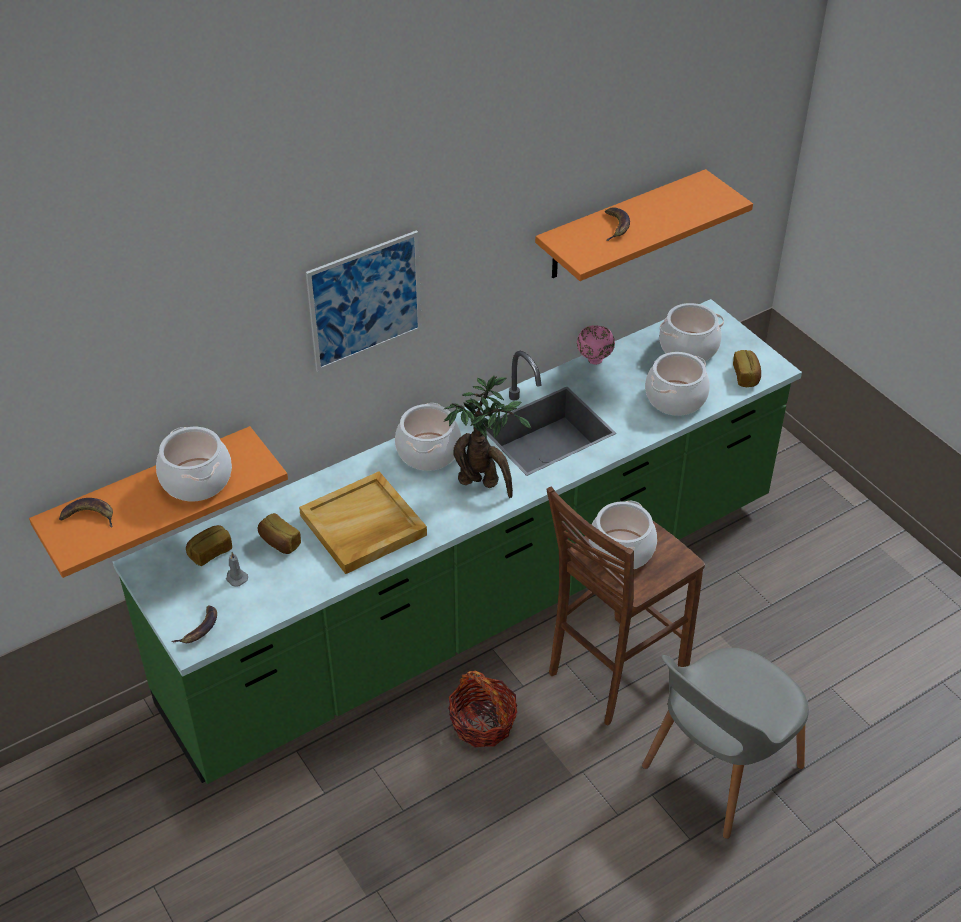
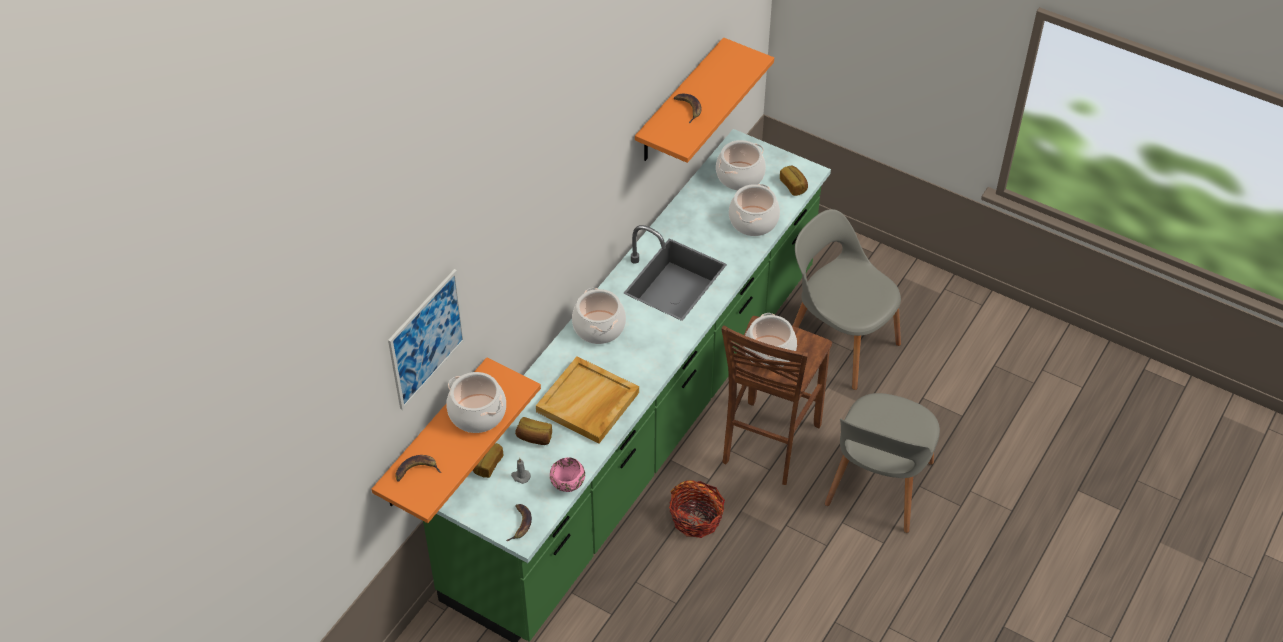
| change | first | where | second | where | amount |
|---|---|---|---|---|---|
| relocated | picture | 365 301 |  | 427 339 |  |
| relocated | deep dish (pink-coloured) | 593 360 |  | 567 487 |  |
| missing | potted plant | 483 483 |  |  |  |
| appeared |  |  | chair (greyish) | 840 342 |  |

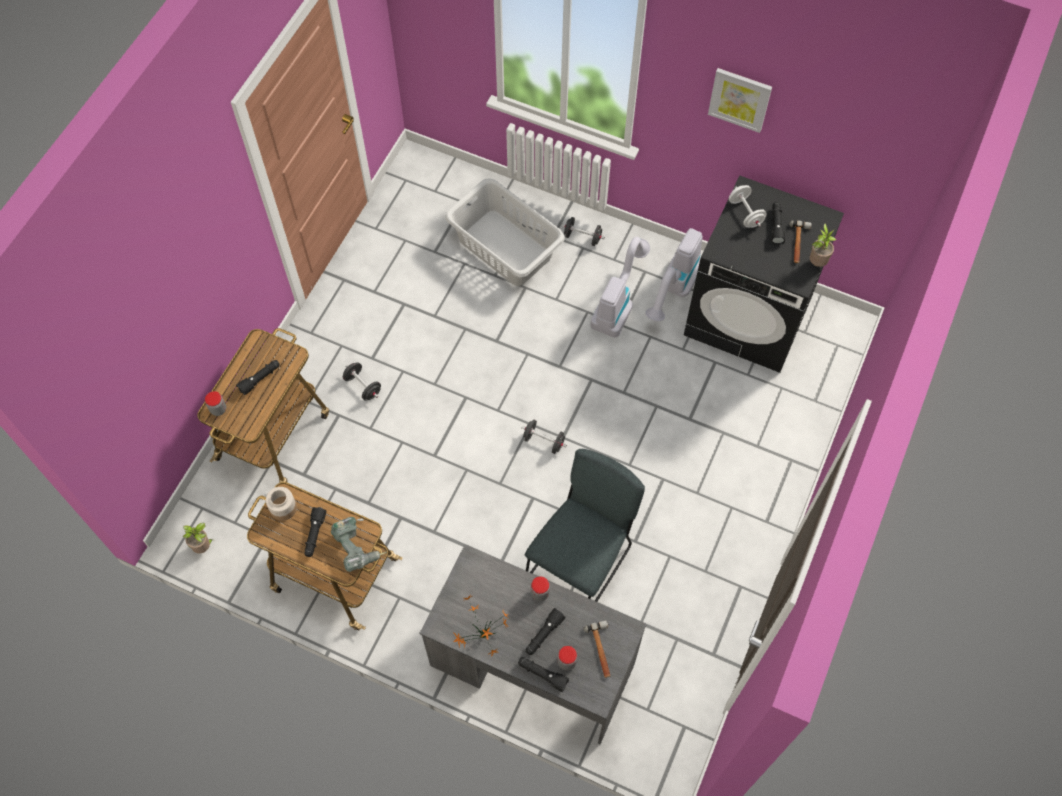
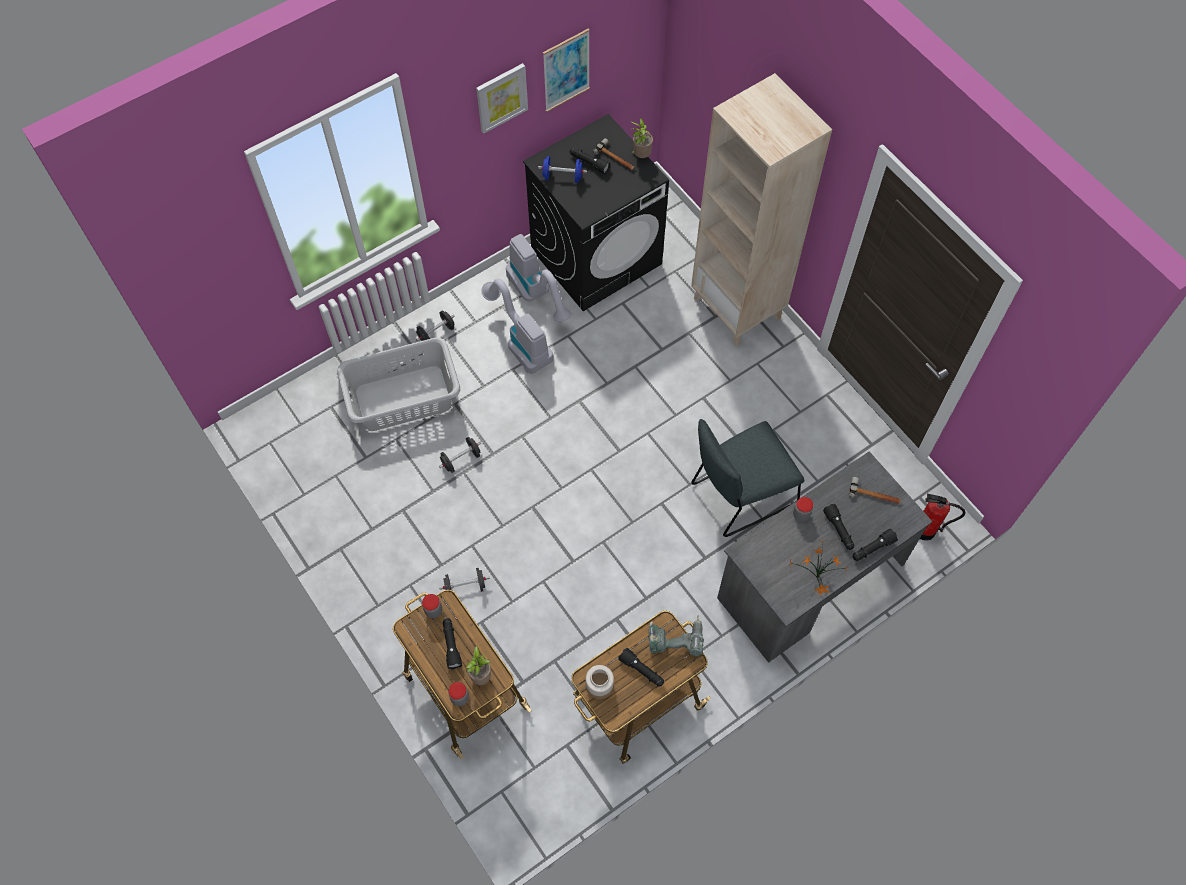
| change | first | where | second | where | amount |
|---|---|---|---|---|---|
| colour | hand weight (white-coloured) | 745 213 | hand weight (blue-coloured) | 562 177 |  |
| relocated | hand weight (black) | 543 441 |  | 461 459 |  |
| spun | chair (greyish) | 581 560 |  | 739 496 | 90 degrees counterclockwise |
| relocated | potted plant | 203 547 |  | 481 676 |  |
| relocated | storage jar | 567 662 |  | 433 610 |  |
| appeared |  |  | picture | 566 70 |  |
| appeared |  |  | bookcase (sand-coloured) | 738 308 |  |
| appeared |  |  | fire-fighting cylinder | 925 530 |  |

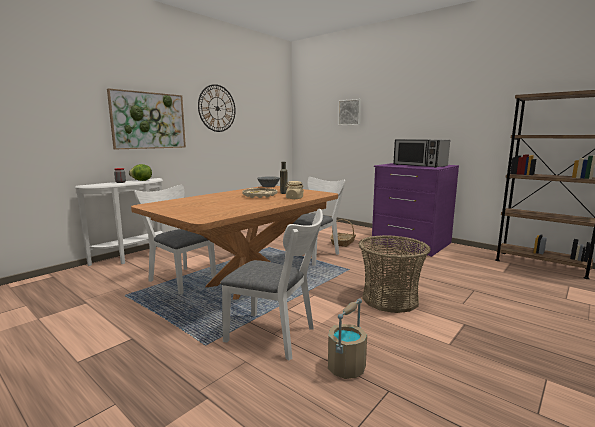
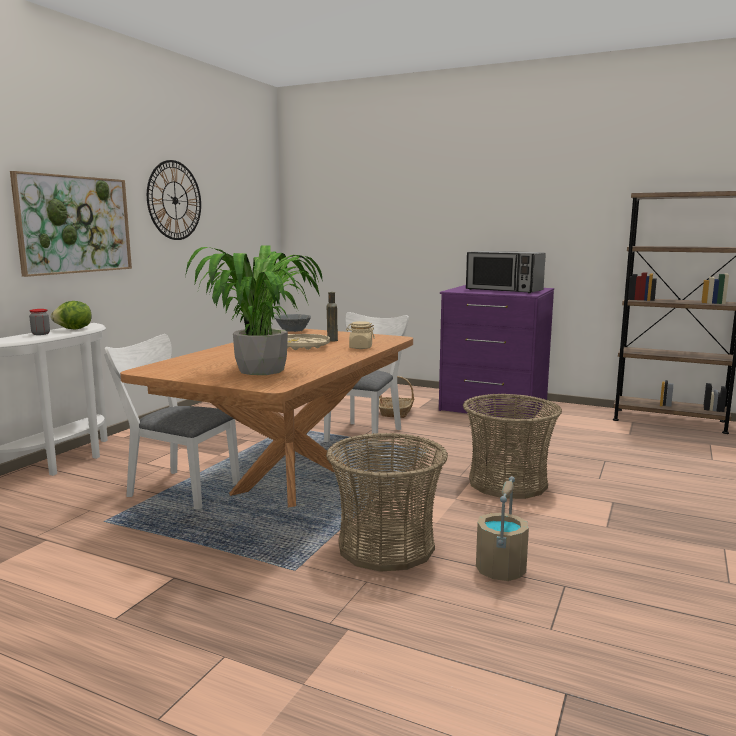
| change | first | where | second | where | amount |
|---|---|---|---|---|---|
| missing | picture | 350 112 |  |  |  |
| exchanged | chair (white-coloured) | 276 336 | basket | 386 546 |  |
| appeared |  |  | potted plant | 262 370 |  |

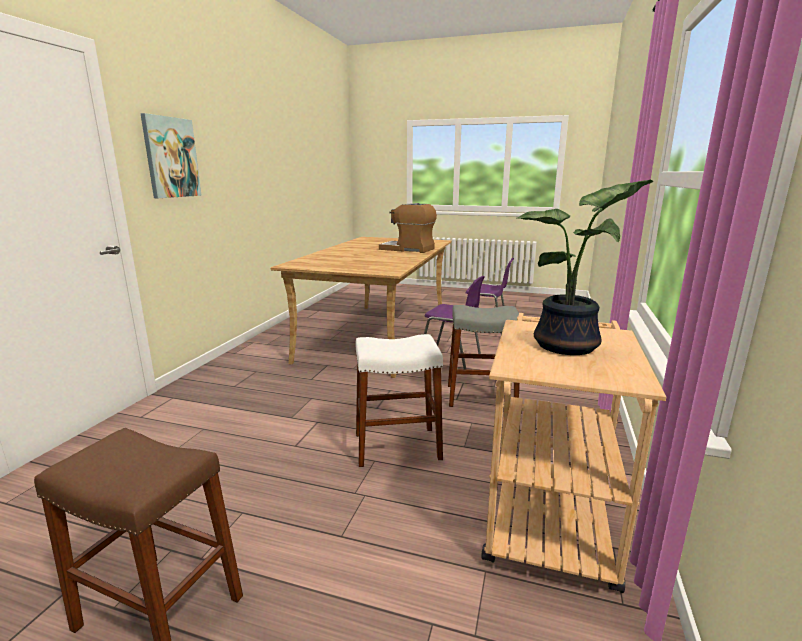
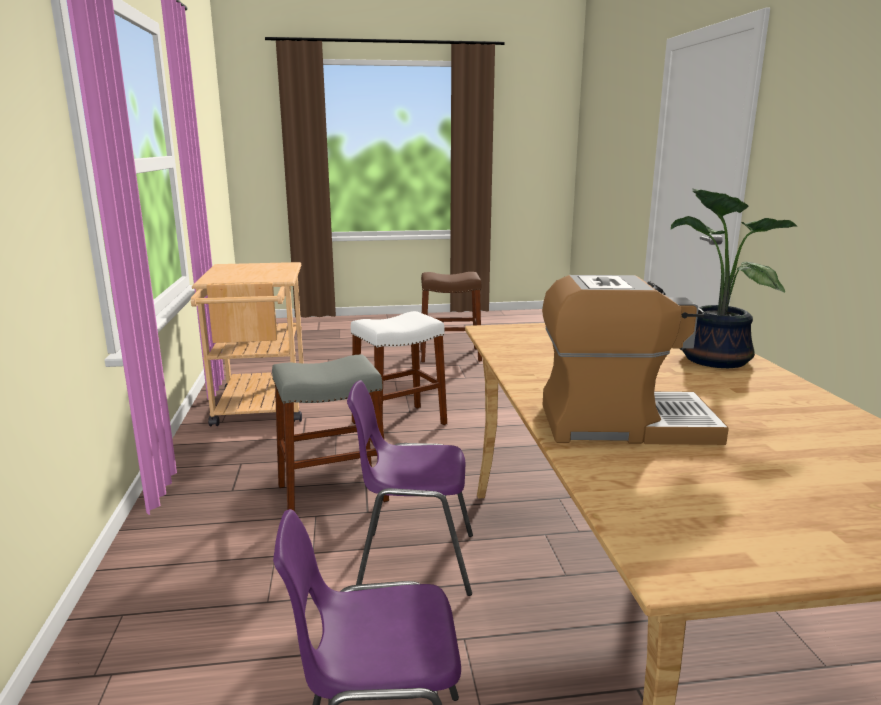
| change | first | where | second | where | amount |
|---|---|---|---|---|---|
| missing | picture | 171 157 |  |  |  |
| relocated | potted plant | 570 346 |  | 710 359 |  |

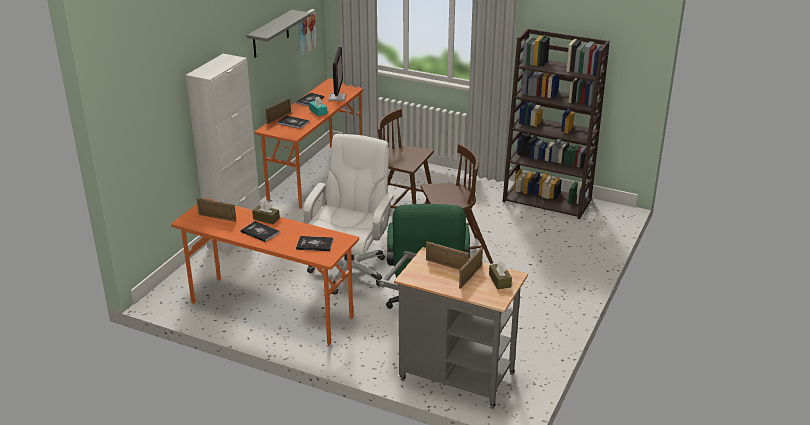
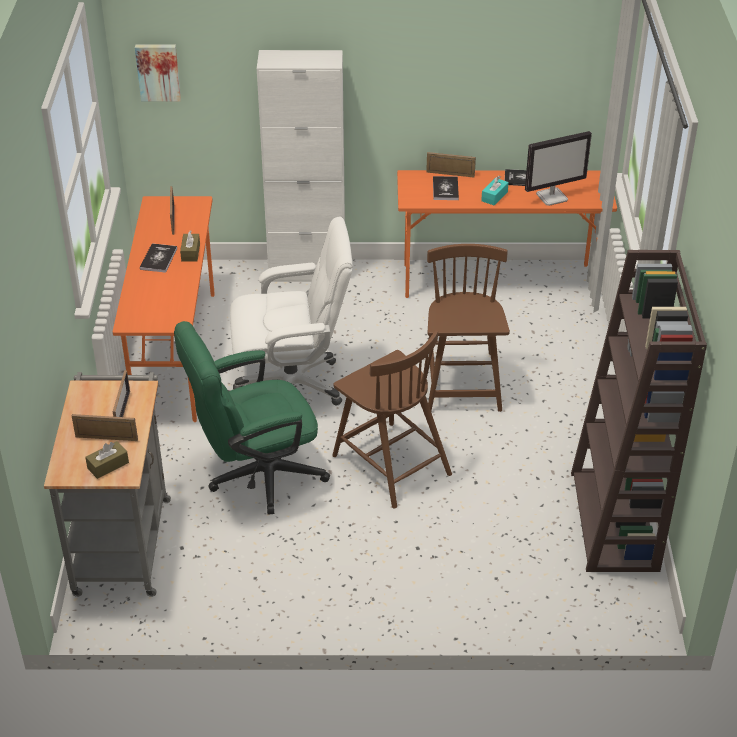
| change | first | where | second | where | amount |
|---|---|---|---|---|---|
| relocated | picture | 306 31 |  | 158 71 |  |
| missing | bracket shelf (greyish) | 270 34 |  |  |  |
| missing | book | 314 244 |  |  |  |

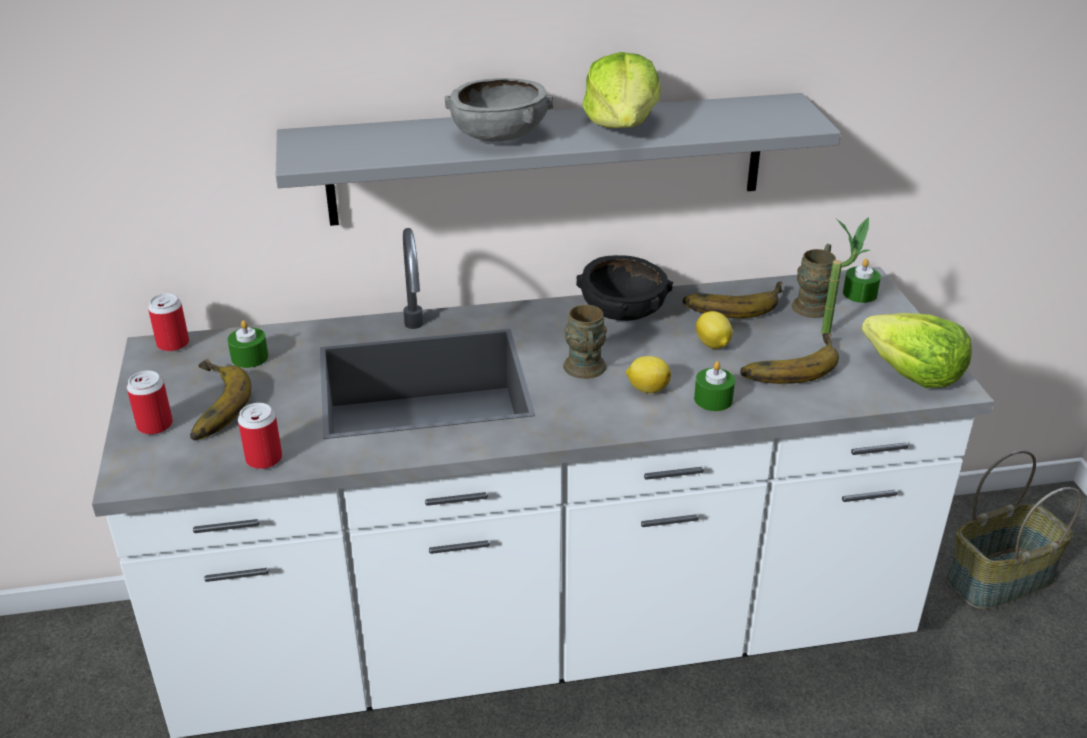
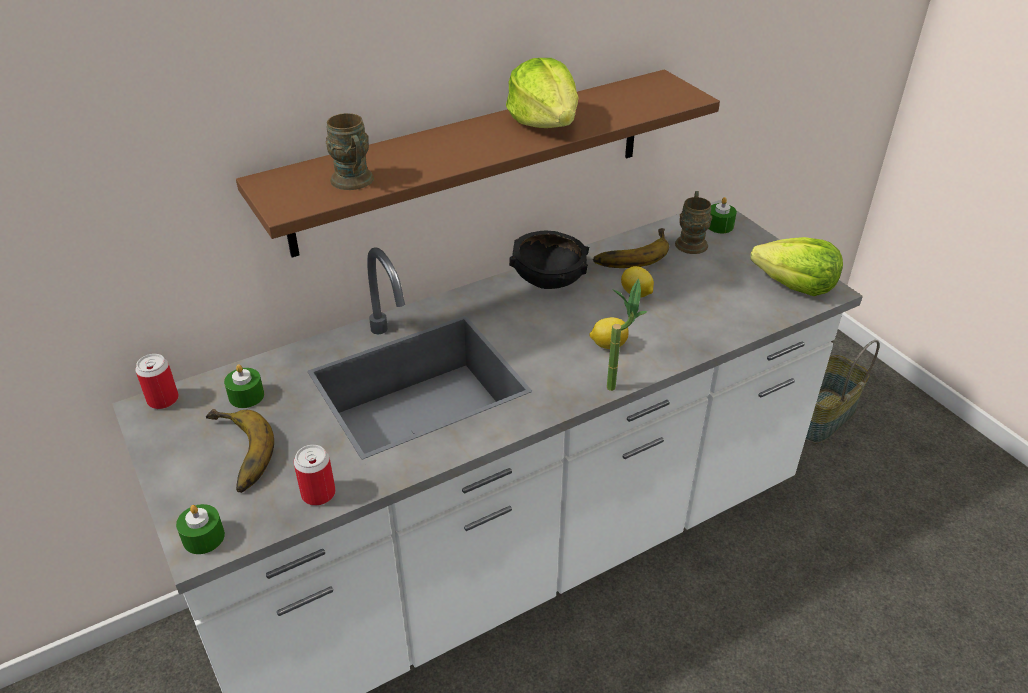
| change | first | where | second | where | amount |
|---|---|---|---|---|---|
| missing | deep dish (greyish) | 500 135 |  |  |  |
| colour | bracket shelf (greyish) | 548 159 | bracket shelf (brownish) | 473 161 |  |
| relocated | potted plant | 834 331 |  | 618 384 |  |
| relocated | coffee mug (brownish) | 585 371 |  | 354 183 |  |
| missing | whole banana | 787 364 |  |  |  |
| relocated | wax light (green) | 713 399 |  | 203 537 |  |
| missing | sealed can | 155 425 |  |  |  |

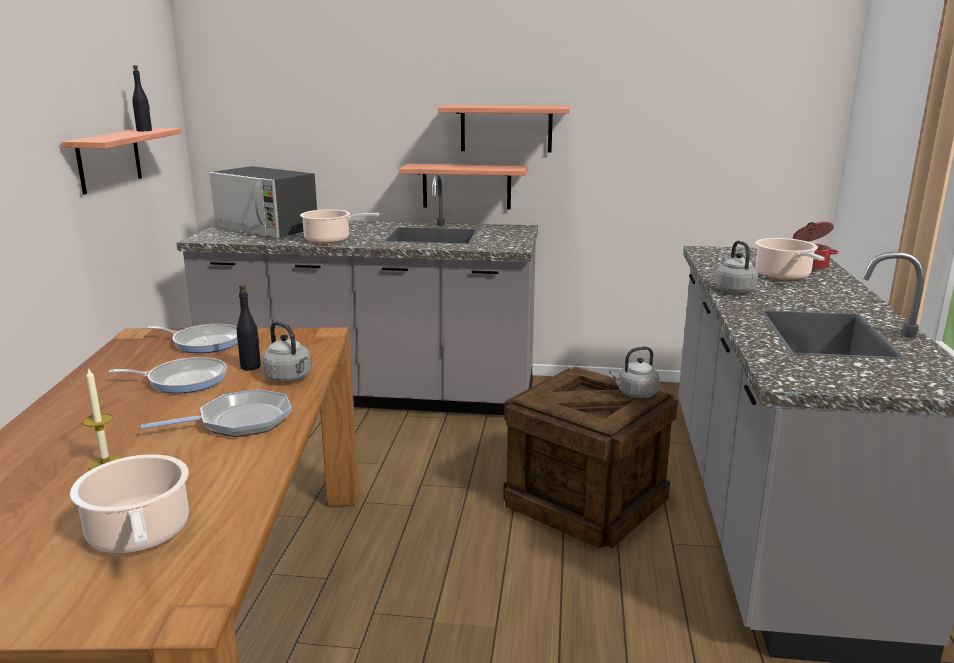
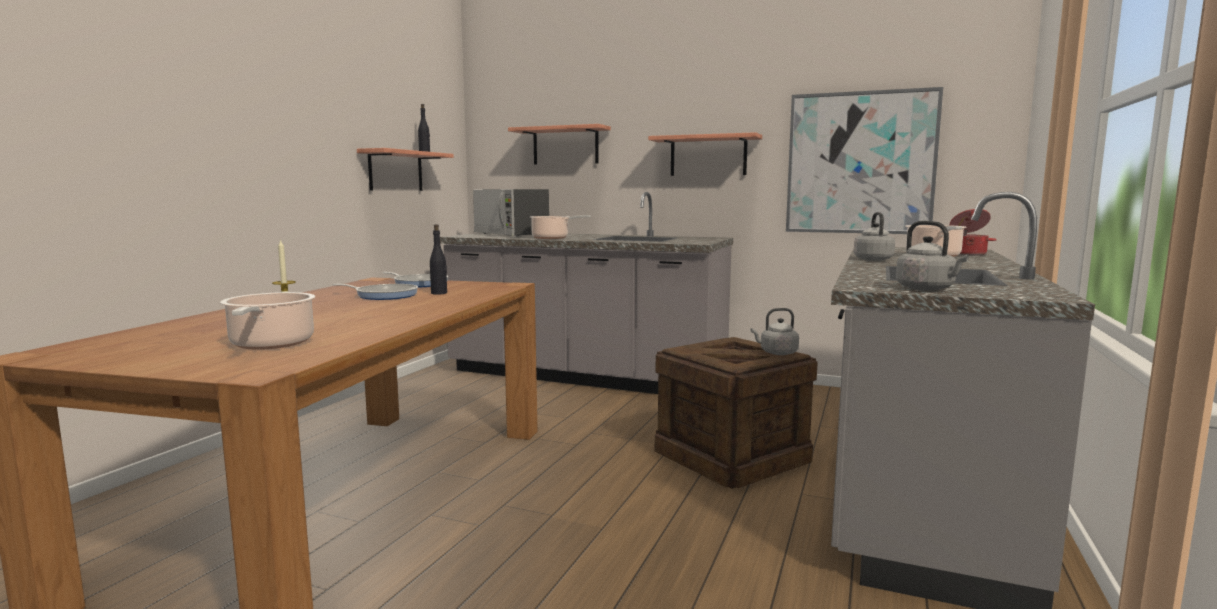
| change | first | where | second | where | amount |
|---|---|---|---|---|---|
| relocated | bracket shelf | 466 186 |  | 565 146 |  |
| relocated | water kettle (greyish) | 290 378 |  | 927 289 |  |
| missing | skillet | 240 421 |  |  |  |
| appeared |  |  | picture | 860 163 |  |

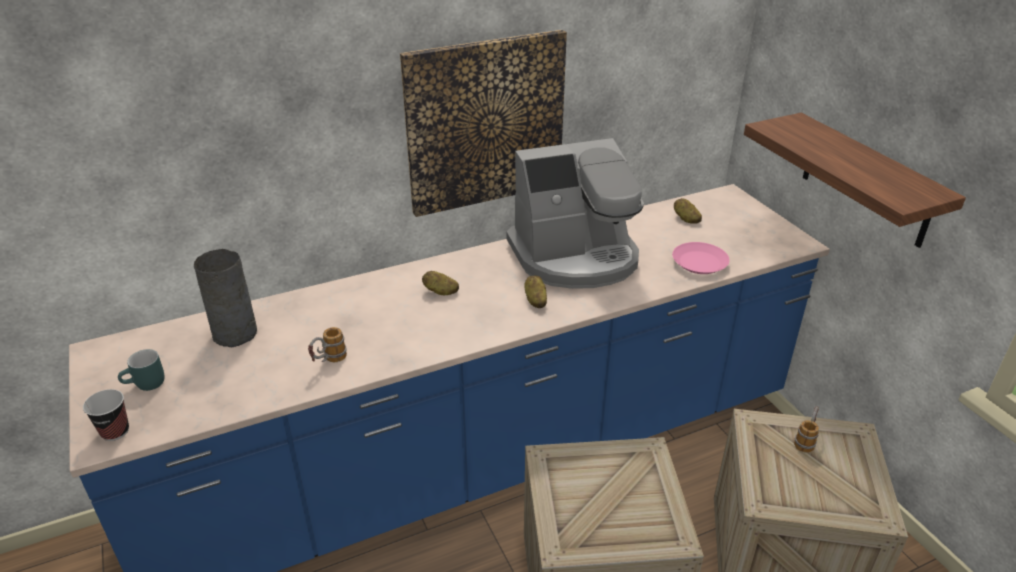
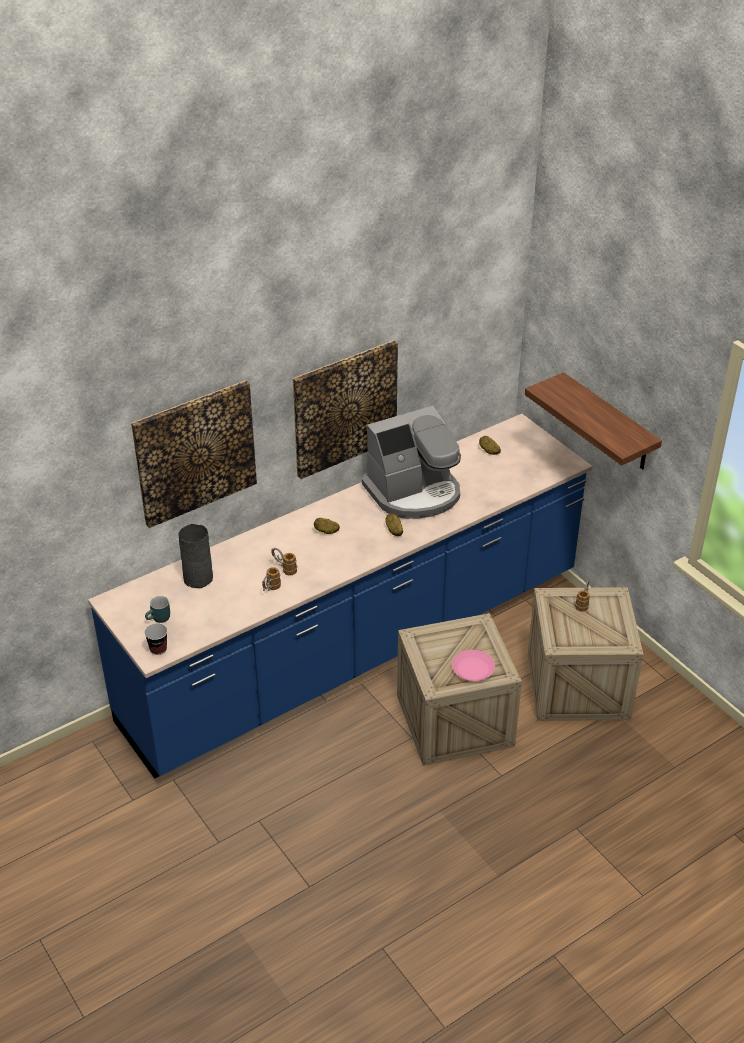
| change | first | where | second | where | amount |
|---|---|---|---|---|---|
| relocated | plate (pink-coloured) | 700 262 |  | 473 668 |  |
| appeared |  |  | picture | 195 452 |  |
| appeared |  |  | coffee mug | 284 569 |  |

